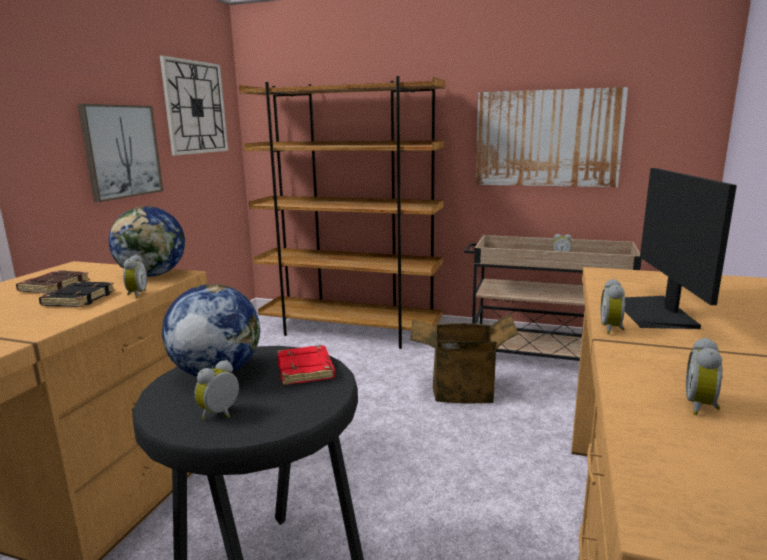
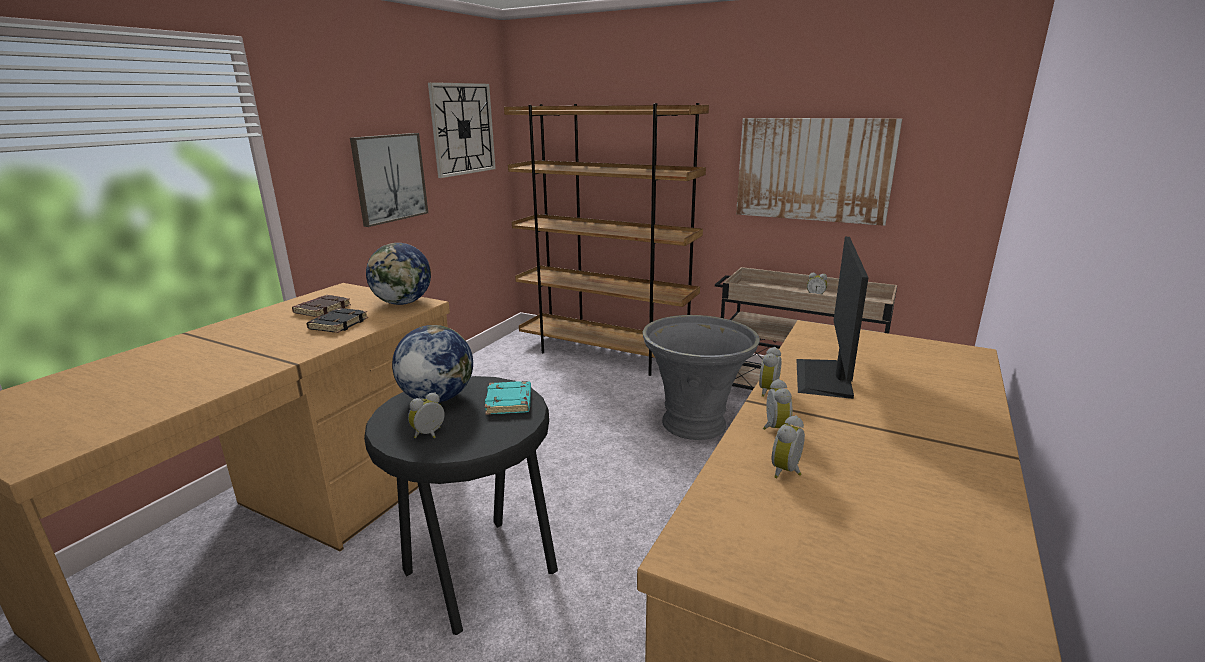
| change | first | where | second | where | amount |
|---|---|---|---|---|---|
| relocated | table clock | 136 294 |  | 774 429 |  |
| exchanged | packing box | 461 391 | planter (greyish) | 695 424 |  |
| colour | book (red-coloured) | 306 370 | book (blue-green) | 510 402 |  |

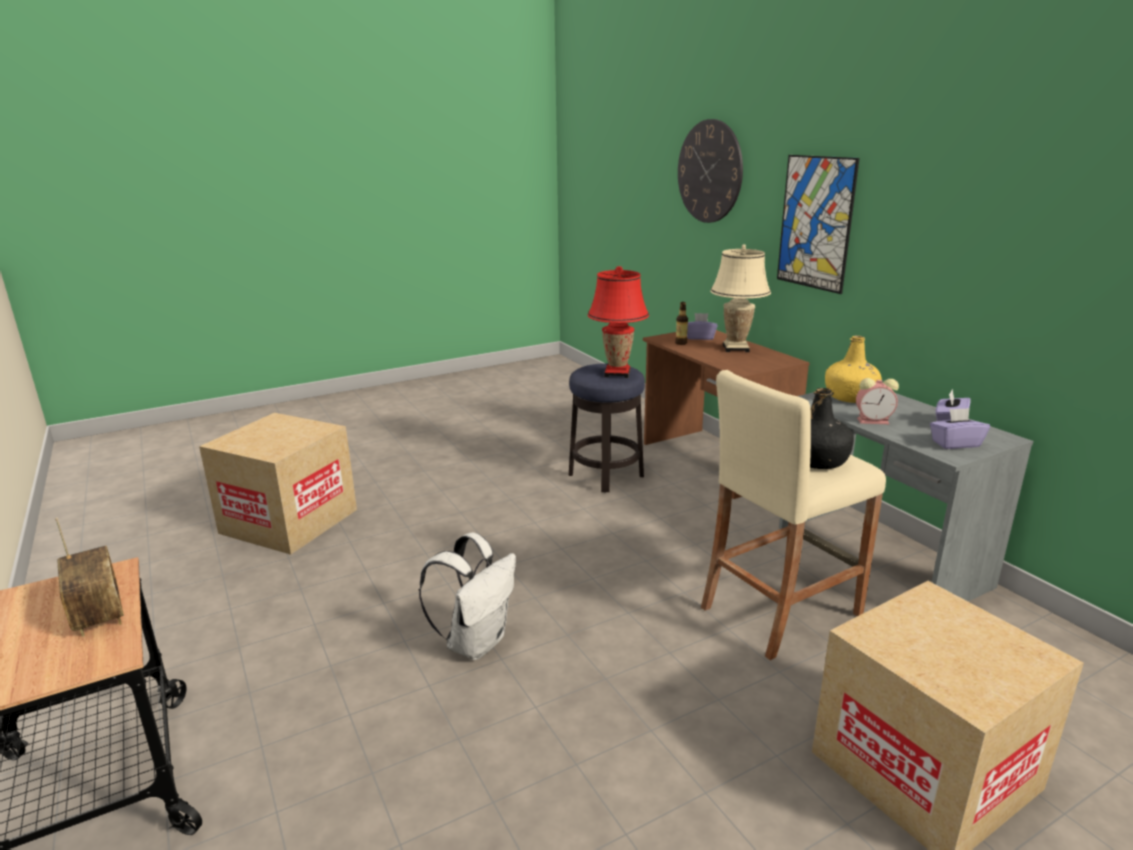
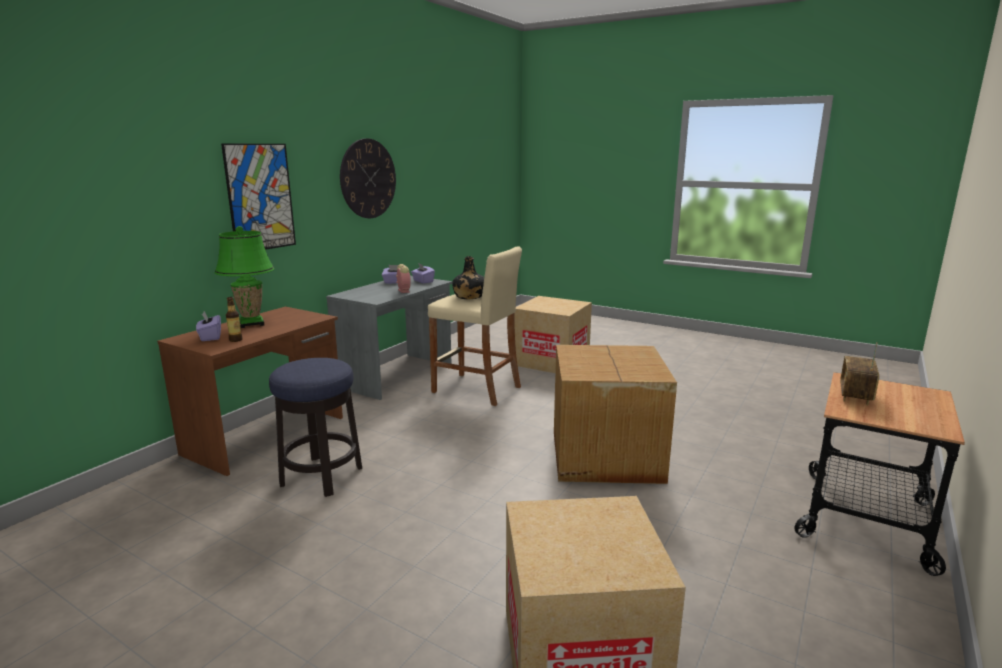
| change | first | where | second | where | amount |
|---|---|---|---|---|---|
| relocated | clock on the wall | 709 171 |  | 368 179 |  |
| colour | lamp for a table (sand-coloured) | 735 348 | lamp for a table (green) | 251 324 |  |
| missing | lamp for a table (red-coloured) | 617 373 |  |  |  |
| missing | bottle (yellow) | 850 397 |  |  |  |
| exchanged | backpack (white-coloured) | 476 642 | packing box | 604 456 |  |

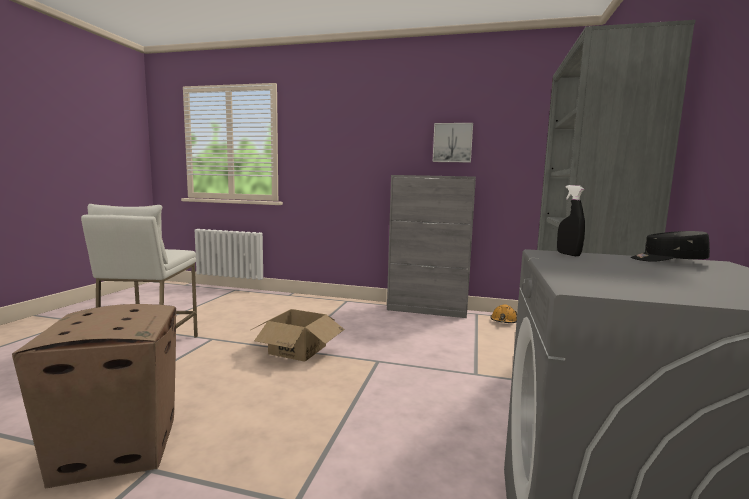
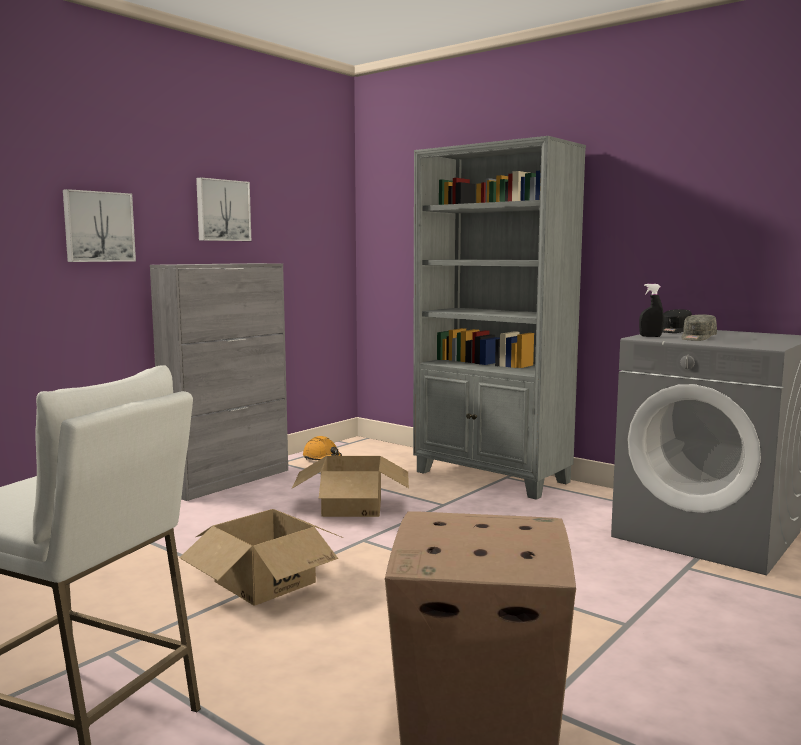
| change | first | where | second | where | amount |
|---|---|---|---|---|---|
| appeared |  |  | picture | 98 227 |  |
| appeared |  |  | baseball cap (greyish) | 697 338 |  |
| appeared |  |  | packing box | 352 506 |  |

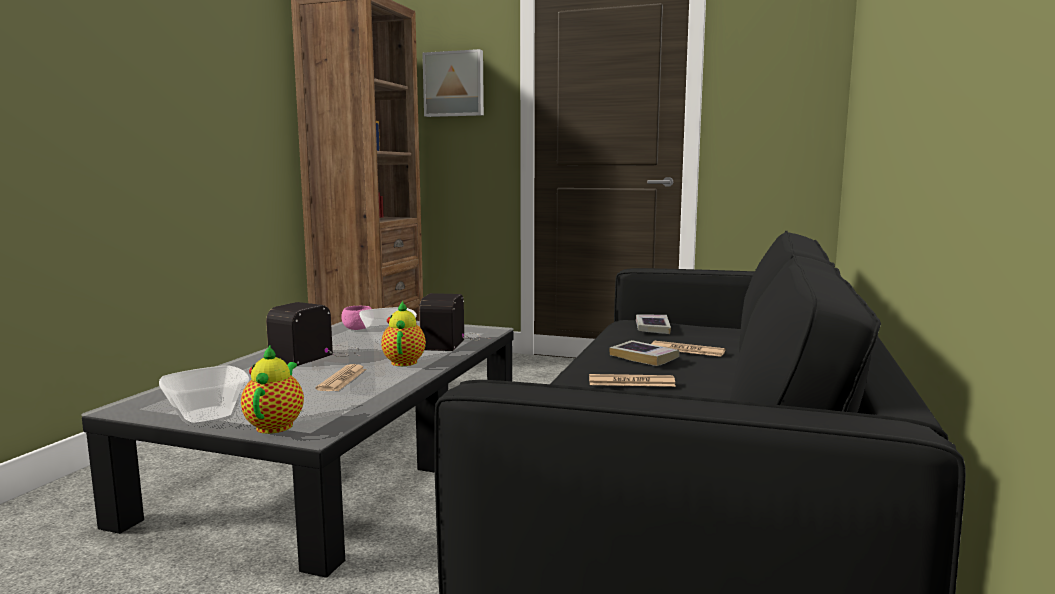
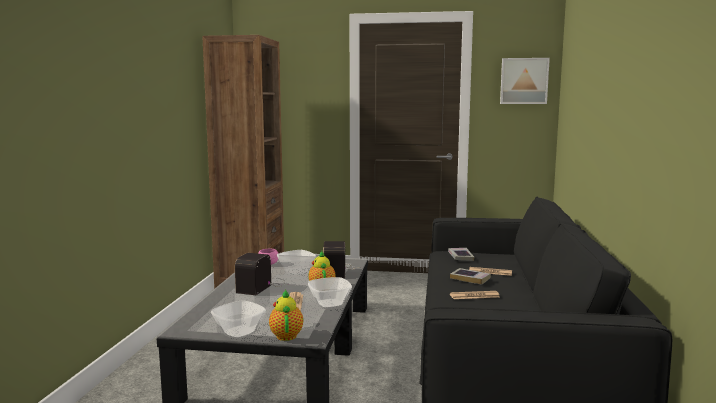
| change | first | where | second | where | amount |
|---|---|---|---|---|---|
| relocated | picture | 454 84 |  | 524 81 |  |
| appeared |  |  | deep dish | 329 304 |  |

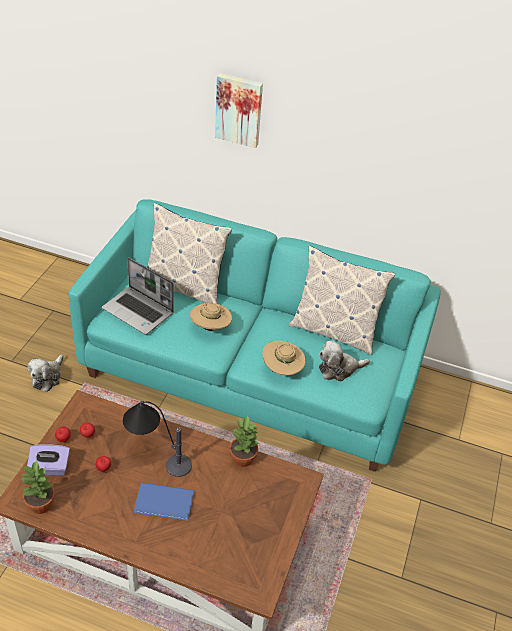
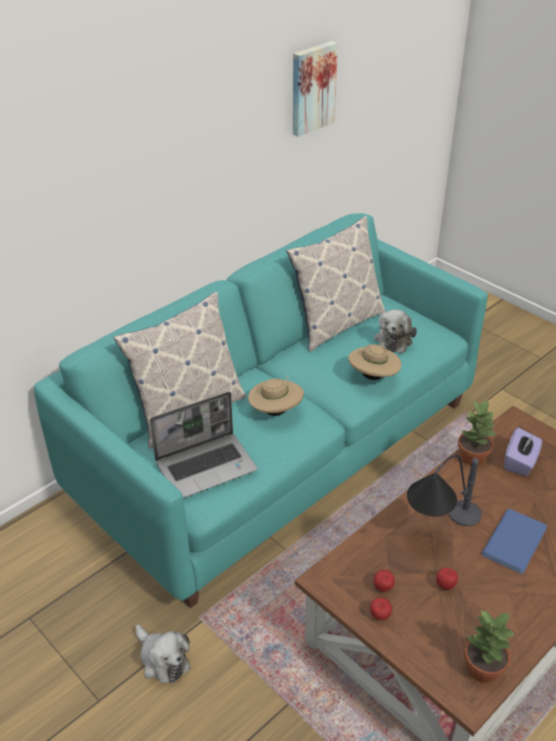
| change | first | where | second | where | amount |
|---|---|---|---|---|---|
| relocated | picture | 239 109 |  | 311 88 |  |
| relocated | box of tissues (purplish) | 50 468 |  | 520 462 |  |

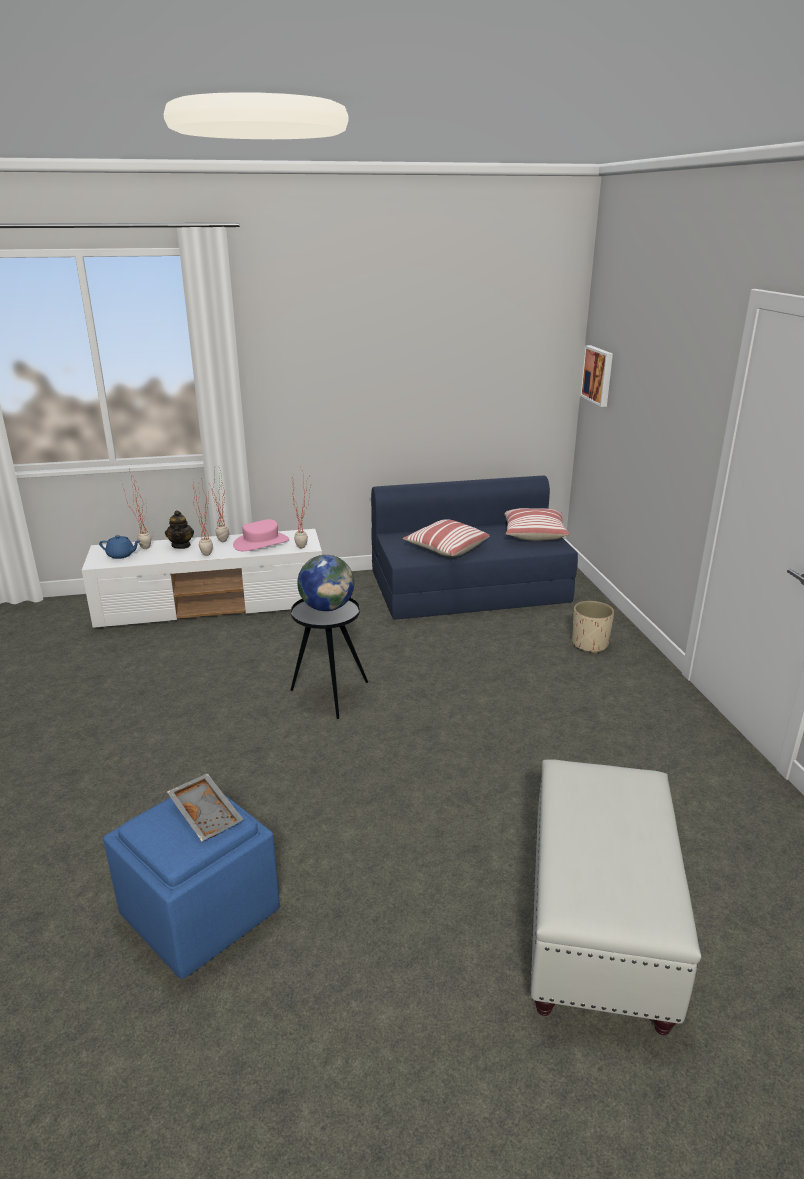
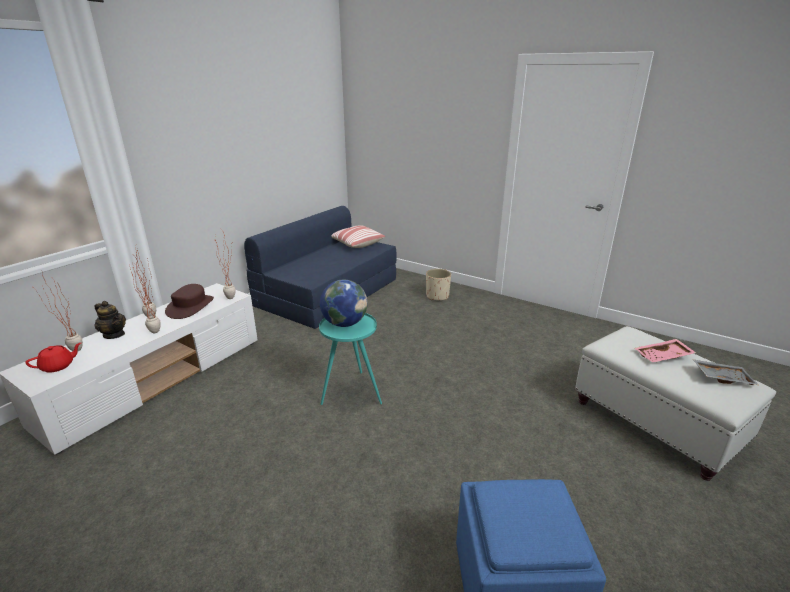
| change | first | where | second | where | amount |
|---|---|---|---|---|---|
| missing | picture | 598 375 |  |  |  |
| colour | hat (pink-coloured) | 261 543 | hat (brownish) | 190 306 |  |
| missing | cushion | 446 549 |  |  |  |
| colour | tea pot (blue-coloured) | 121 555 | tea pot (red-coloured) | 58 366 |  |
| colour | end table (black) | 329 695 | end table (blue-green) | 351 393 |  |
| relocated | carrying tray (greyish) | 207 814 |  | 722 377 |  |
| appeared |  |  | carrying tray (pink-coloured) | 663 357 |  |

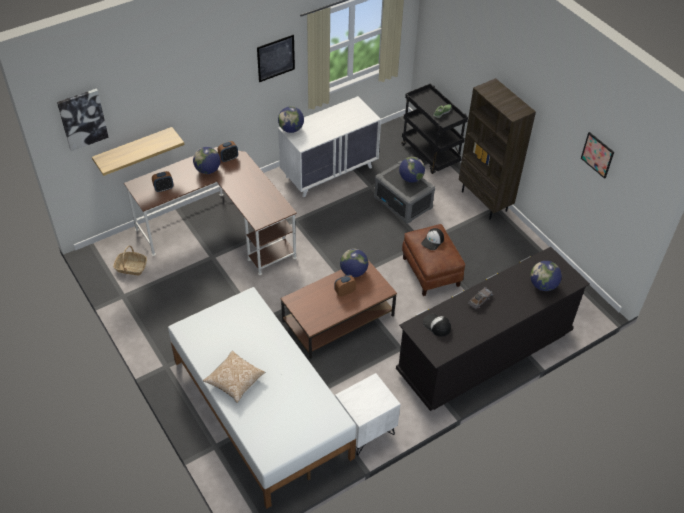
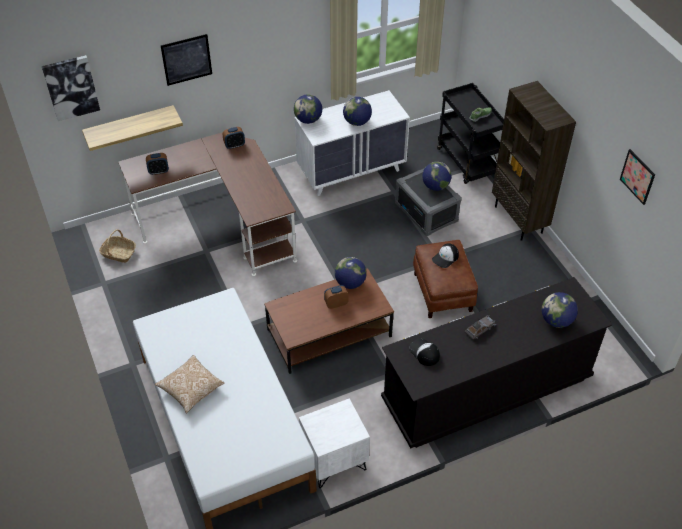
| change | first | where | second | where | amount |
|---|---|---|---|---|---|
| relocated | picture | 276 58 |  | 186 59 |  |
| relocated | desk globe | 208 170 |  | 357 122 |  |

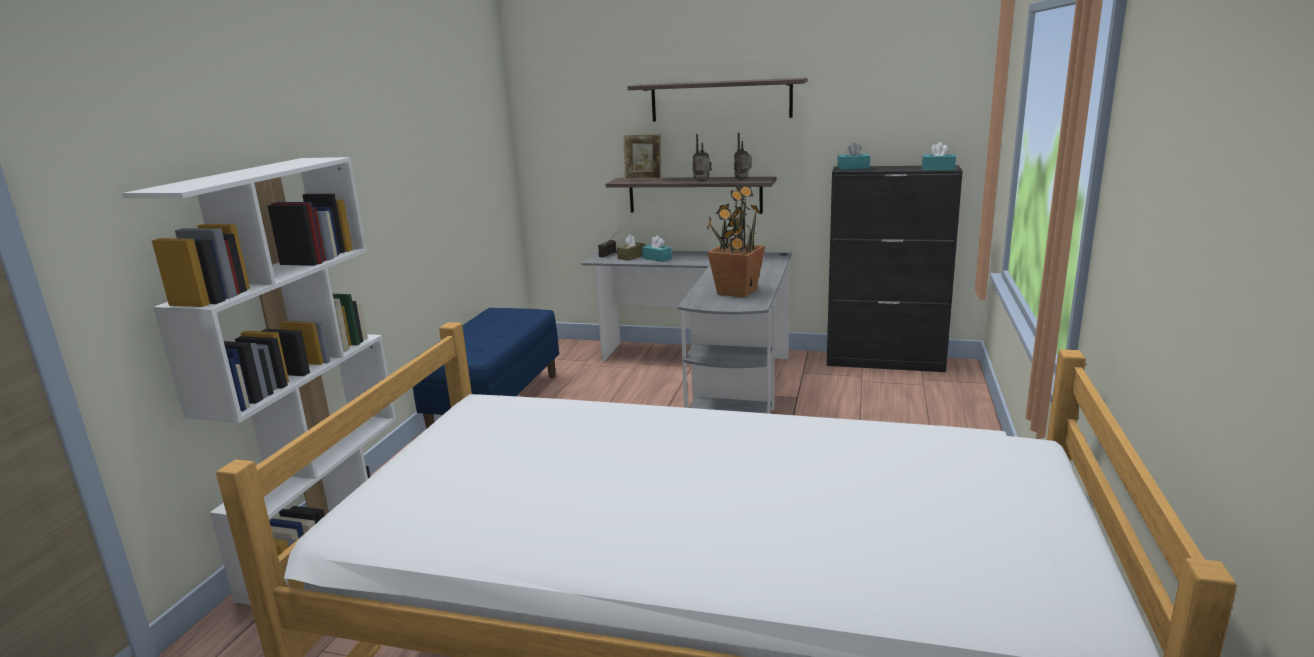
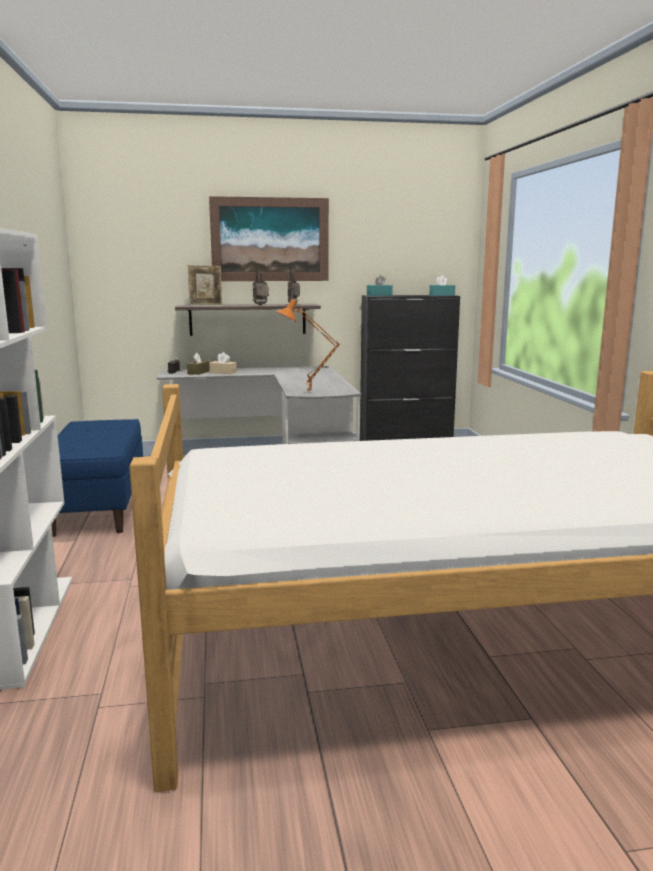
| change | first | where | second | where | amount |
|---|---|---|---|---|---|
| exchanged | bracket shelf | 720 100 | picture | 270 239 |  |
| missing | potted plant | 736 292 |  |  |  |
| colour | box of tissues (blue-green) | 657 258 | box of tissues (sand-coloured) | 223 372 |  |
| appeared |  |  | lamp for a table (orangey) | 308 393 |  |

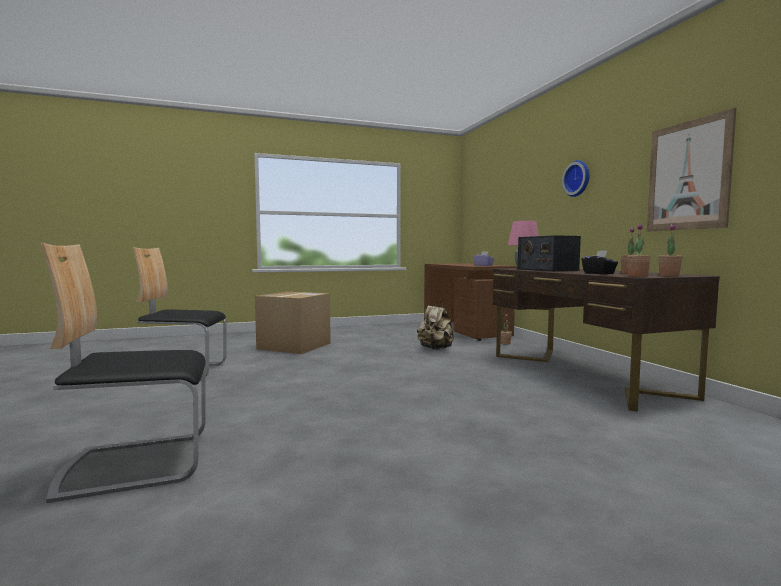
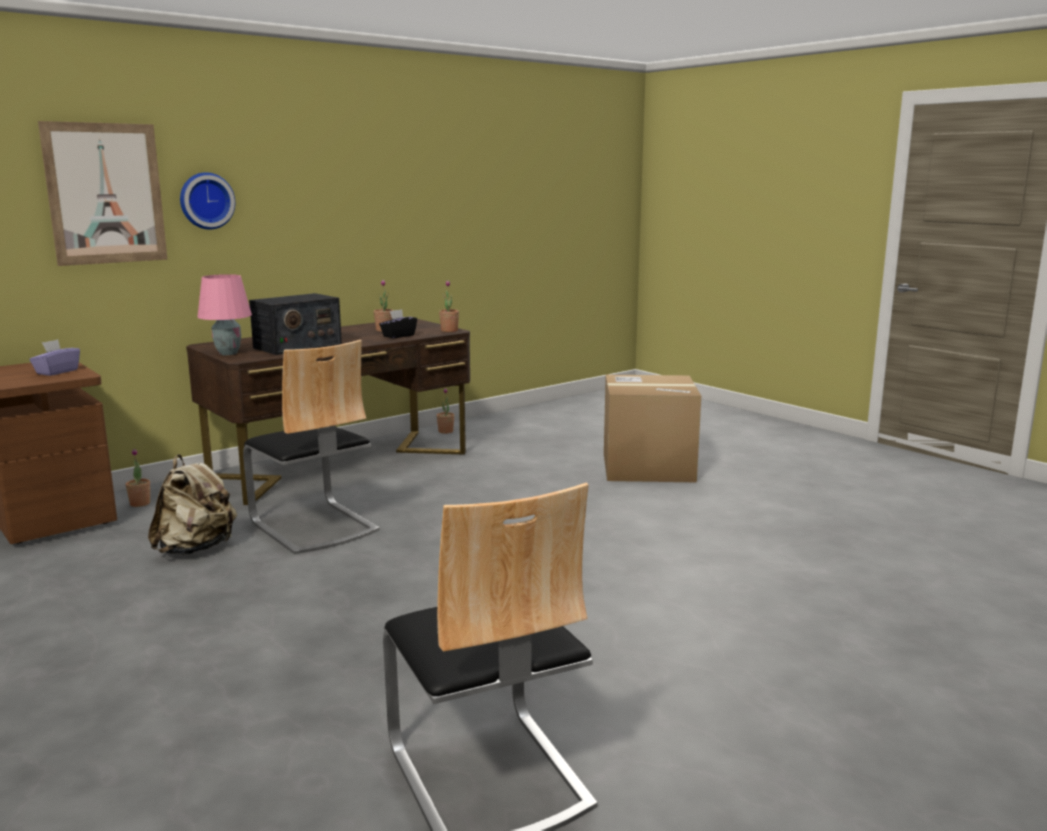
| change | first | where | second | where | amount |
|---|---|---|---|---|---|
| relocated | picture | 688 176 |  | 105 194 |  |
| relocated | potted plant | 669 276 |  | 445 431 |  |
| relocated | chair | 137 463 |  | 313 526 |  |
| relocated | packing box | 294 346 |  | 647 467 |  |

